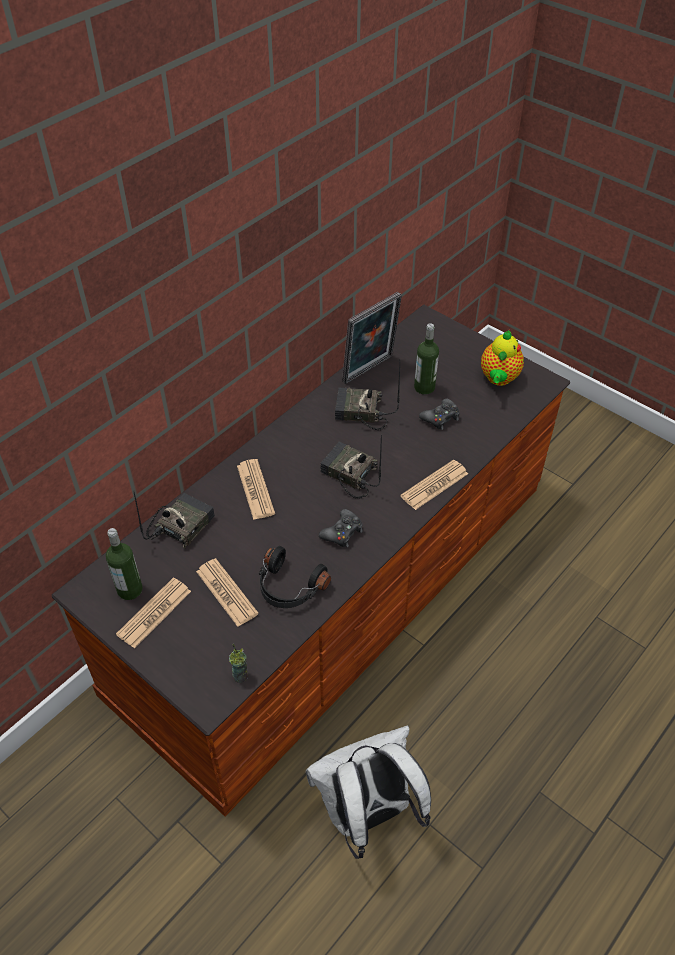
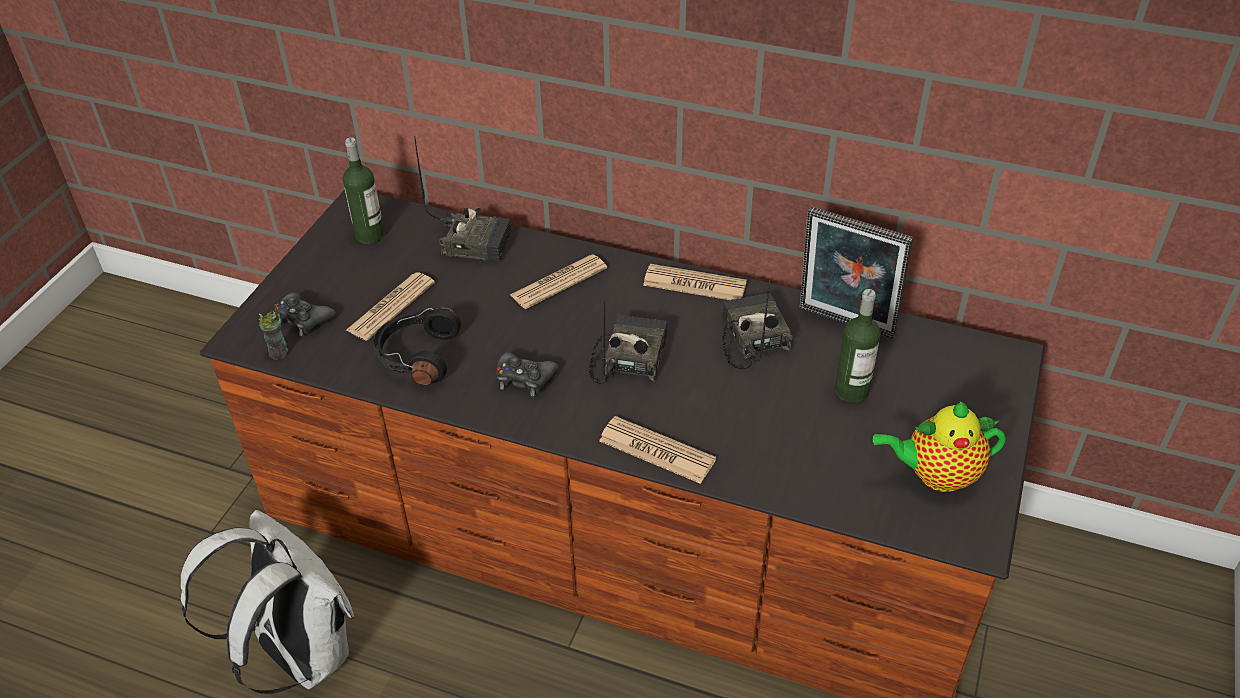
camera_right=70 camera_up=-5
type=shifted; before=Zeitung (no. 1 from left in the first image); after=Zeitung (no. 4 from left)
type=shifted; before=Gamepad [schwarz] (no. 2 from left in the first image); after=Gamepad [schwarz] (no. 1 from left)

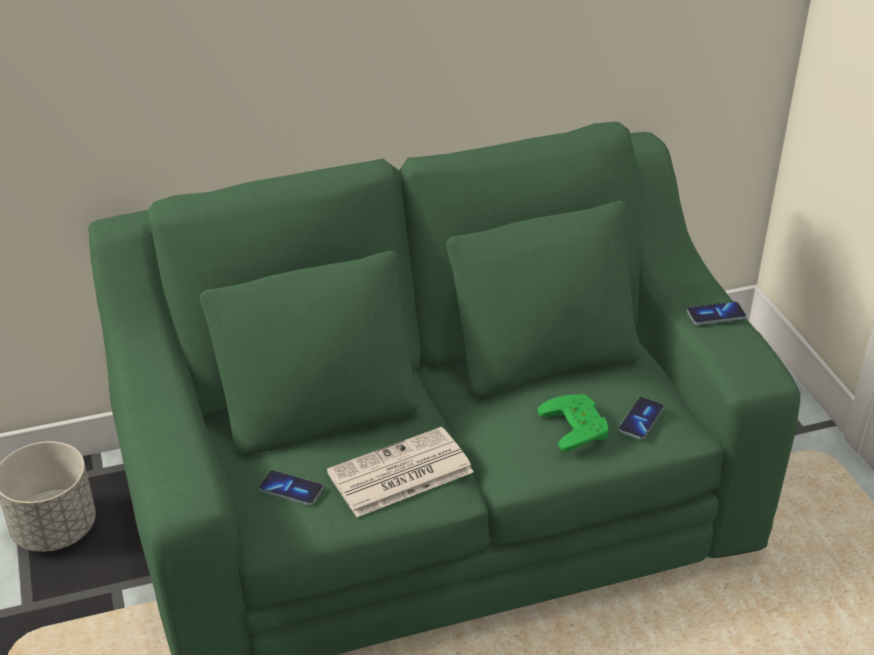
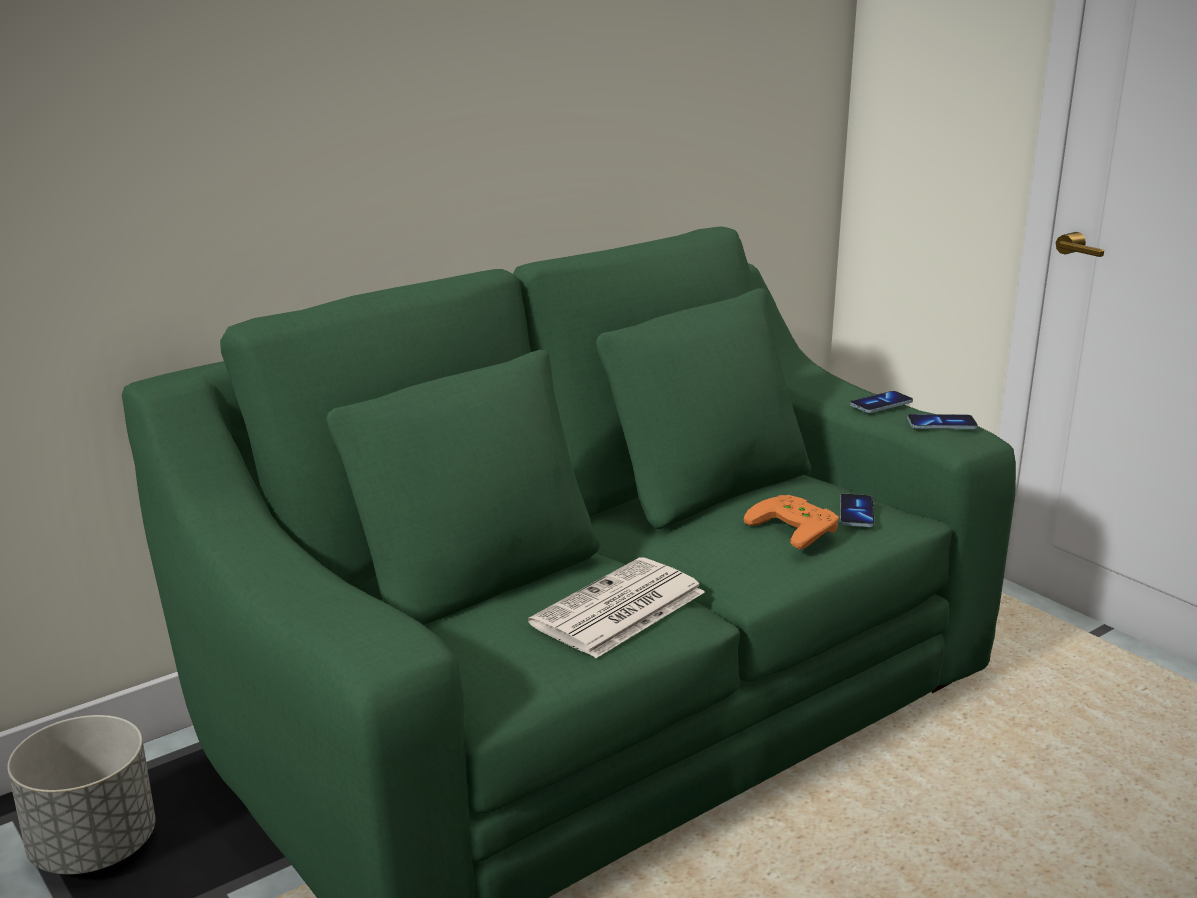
camera_right=-20 camera_up=-15
type=shifted; before=Handy (no. 1 from left in the first image); after=Handy (no. 3 from left)
type=repainted; before=Gamepad [grün]; after=Gamepad [orange]

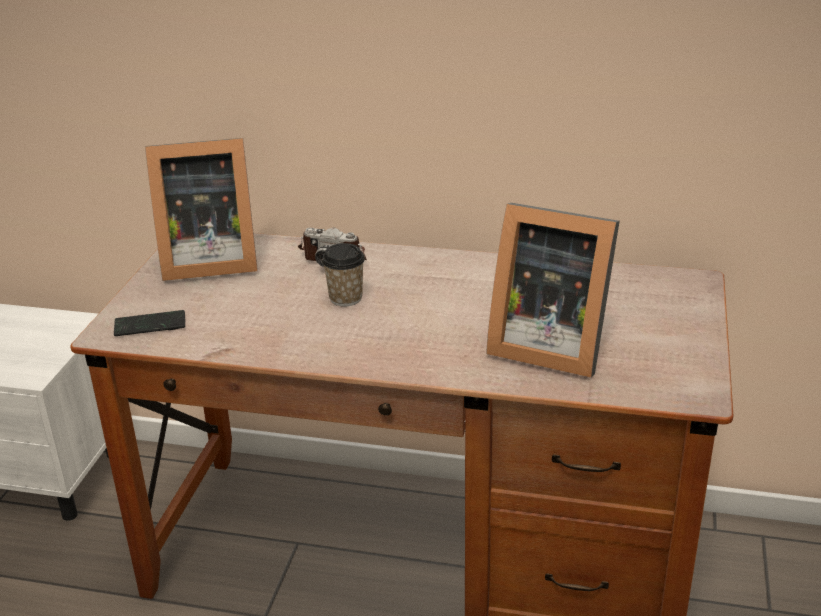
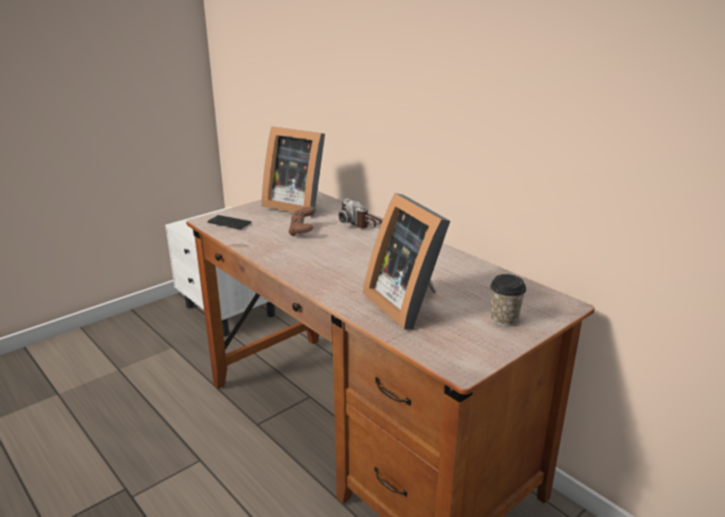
camera_right=35 camera_up=-5
type=shifted; before=Tasse
type=new; after=Gamepad [braun]

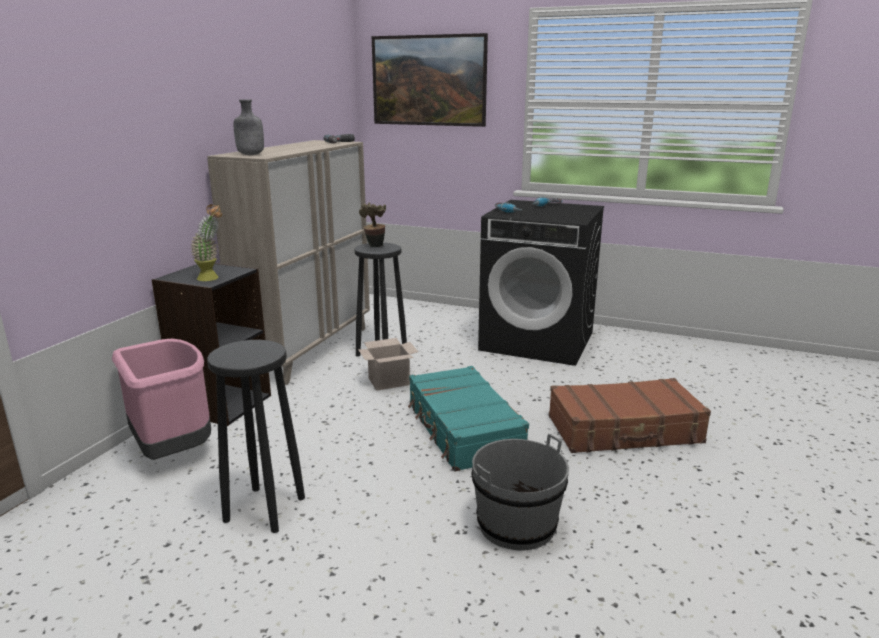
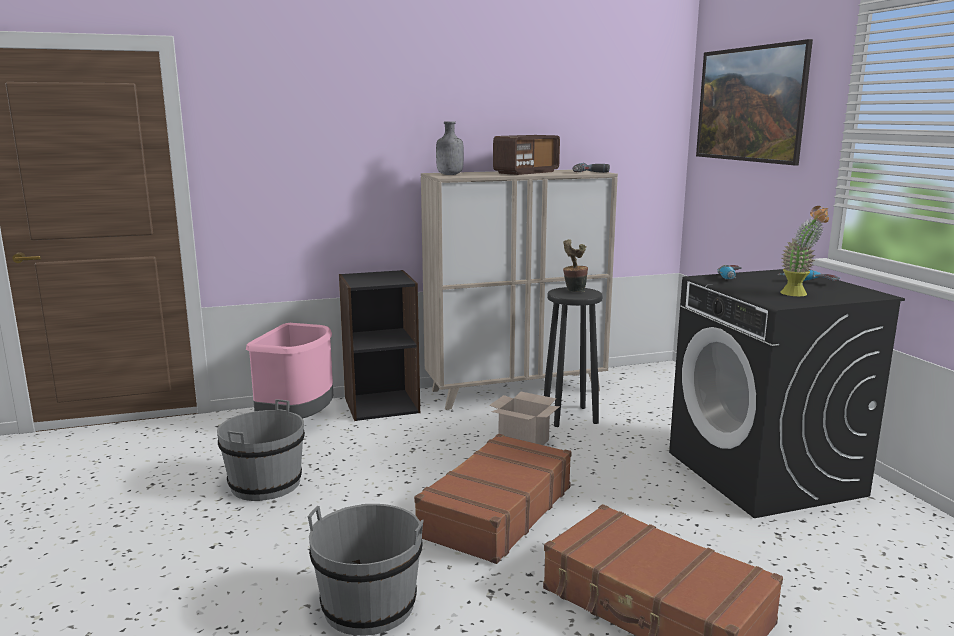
camera_right=50 camera_up=-5
type=shifted; before=Topfpflanze (no. 1 from left in the first image); after=Topfpflanze (no. 2 from left)
type=swapped; before=Hocker [schwarz] (no. 1 from left); after=Eimer [grau] (no. 1 from left)
type=repainted; before=Koffer [türkis]; after=Koffer [braun] (no. 1 from left)
type=new; after=Radio

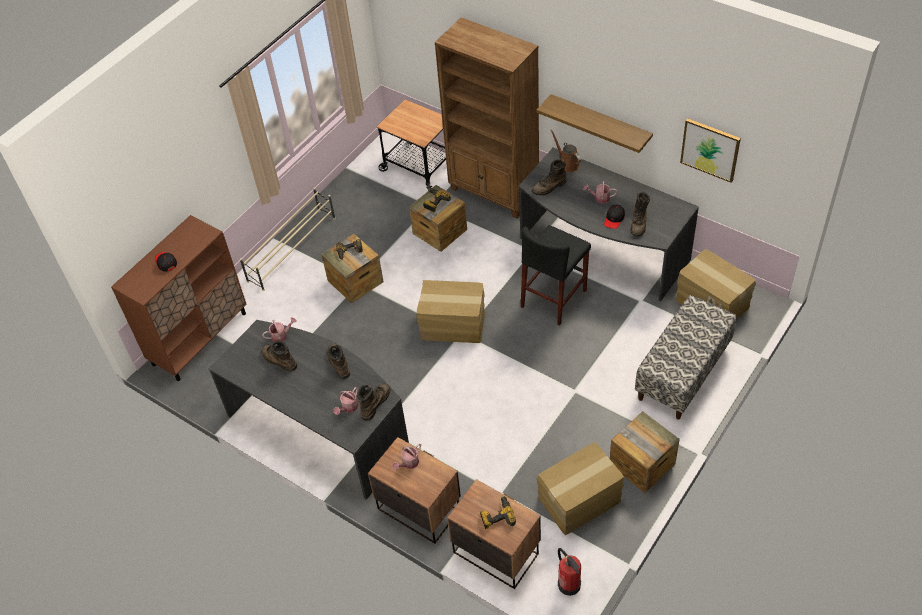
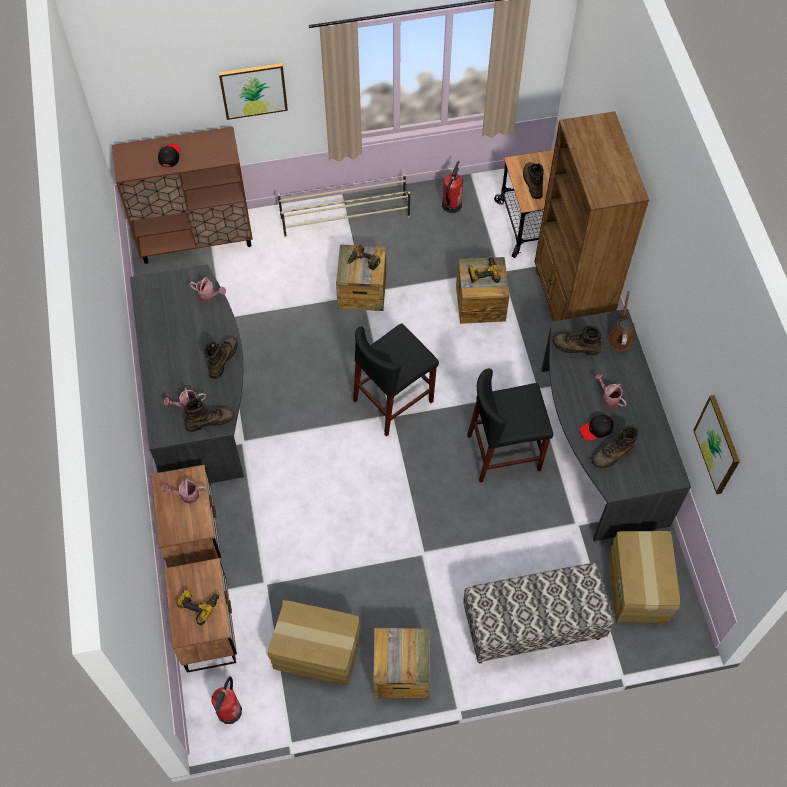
camera_right=40 camera_up=10
type=shifted; before=Stiefel [braun] (no. 1 from left in the first image); after=Stiefel [braun] (no. 3 from left)
type=swapped; before=Karton (no. 1 from left); after=Hocker [schwarz] (no. 1 from left)
type=gone; before=Wandregal
type=new; after=Bild (no. 1 from left)
type=new; after=Feuerlöscher (no. 2 from left)

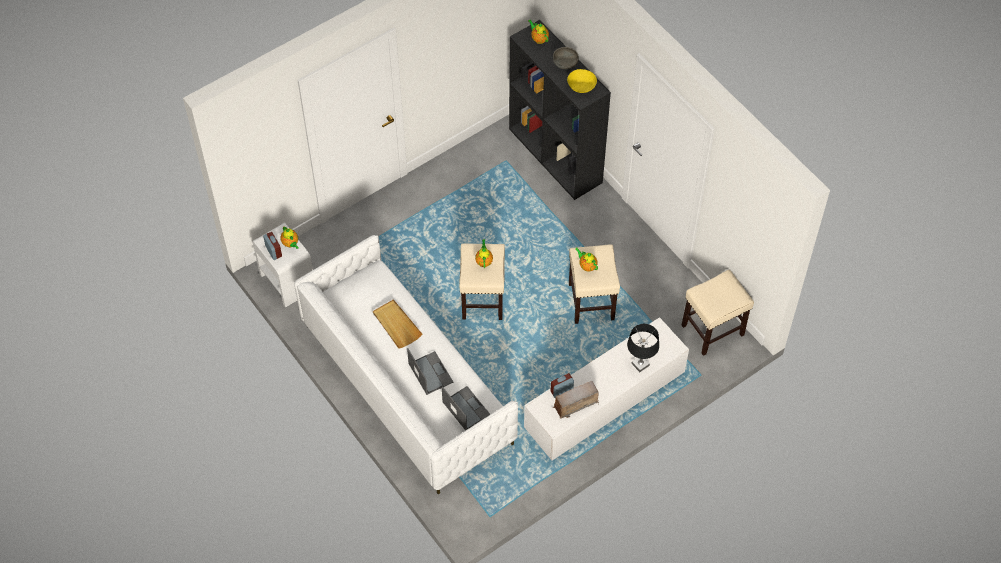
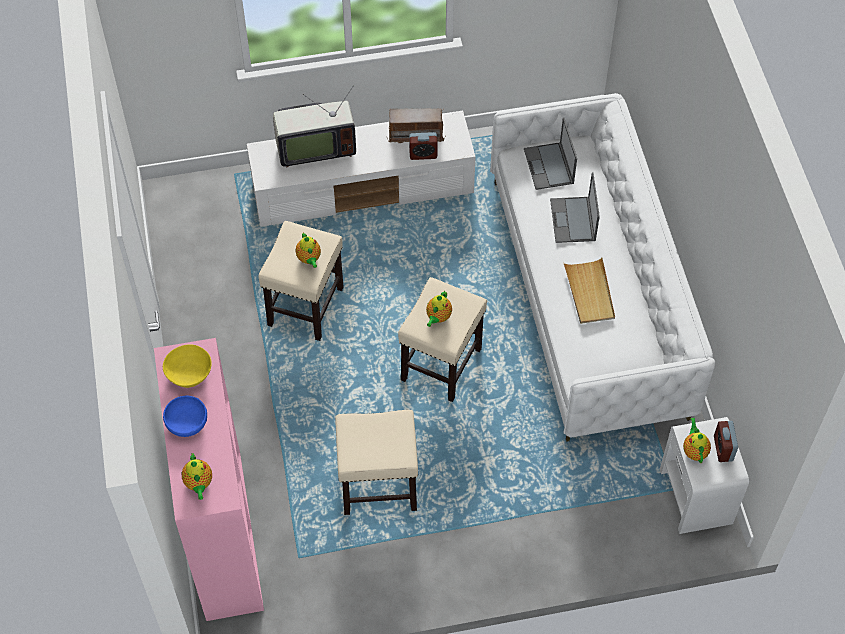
camera_right=-155 camera_up=0
type=repainted; before=Bücherregal [schwarz]; after=Bücherregal [rosa]
type=repainted; before=Schüssel [grau]; after=Schüssel [blau]
type=swapped; before=Tischlampe [schwarz]; after=Fernseher
type=shifted; before=Hocker [beige] (no. 3 from left in the first image); after=Hocker [beige] (no. 2 from left)

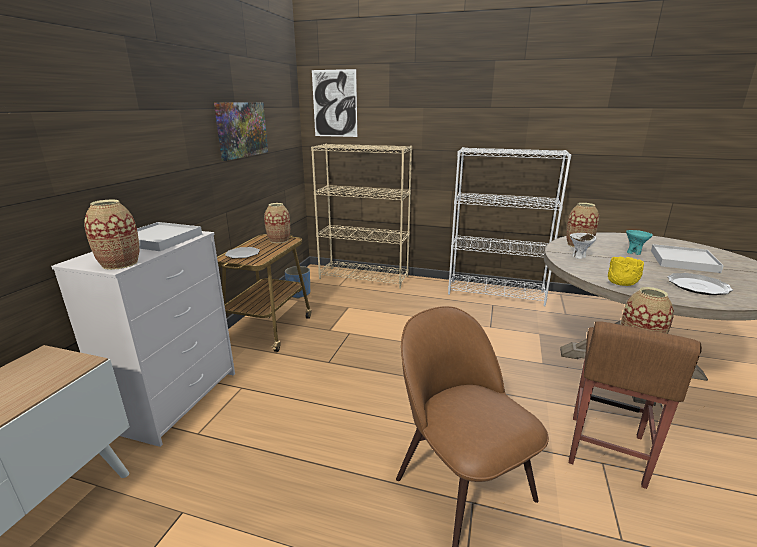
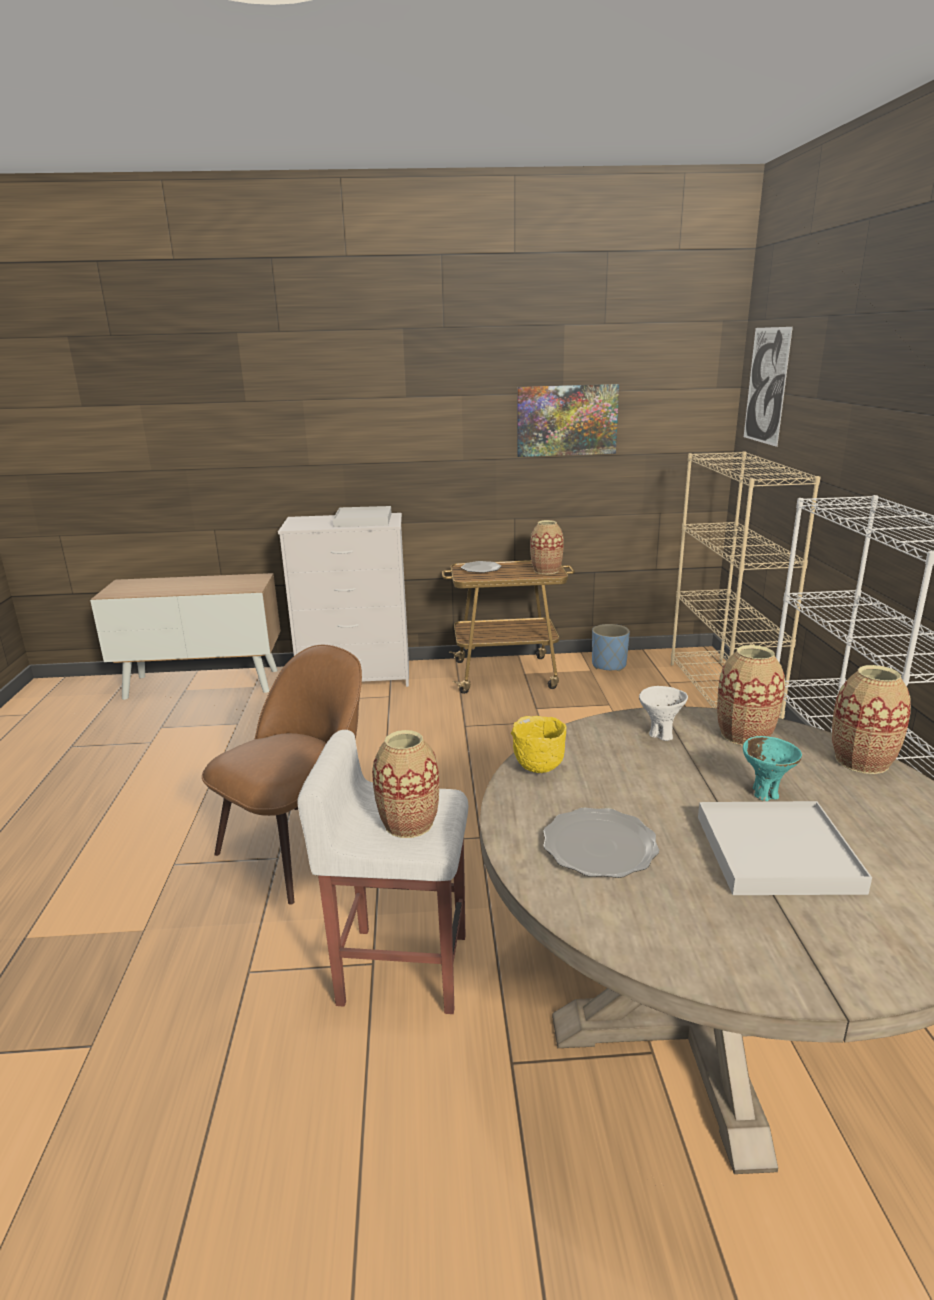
camera_right=70 camera_up=0
type=shifted; before=Vase (no. 1 from left in the first image); after=Vase (no. 4 from left)
type=repainted; before=Hocker [braun]; after=Hocker [weiß]

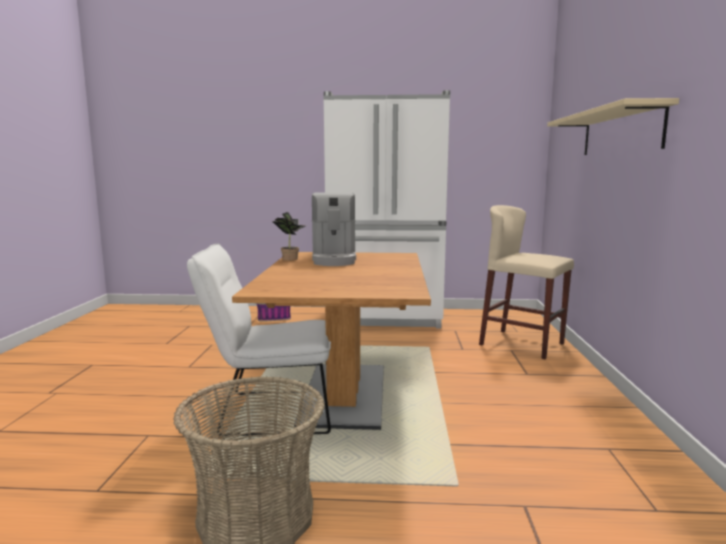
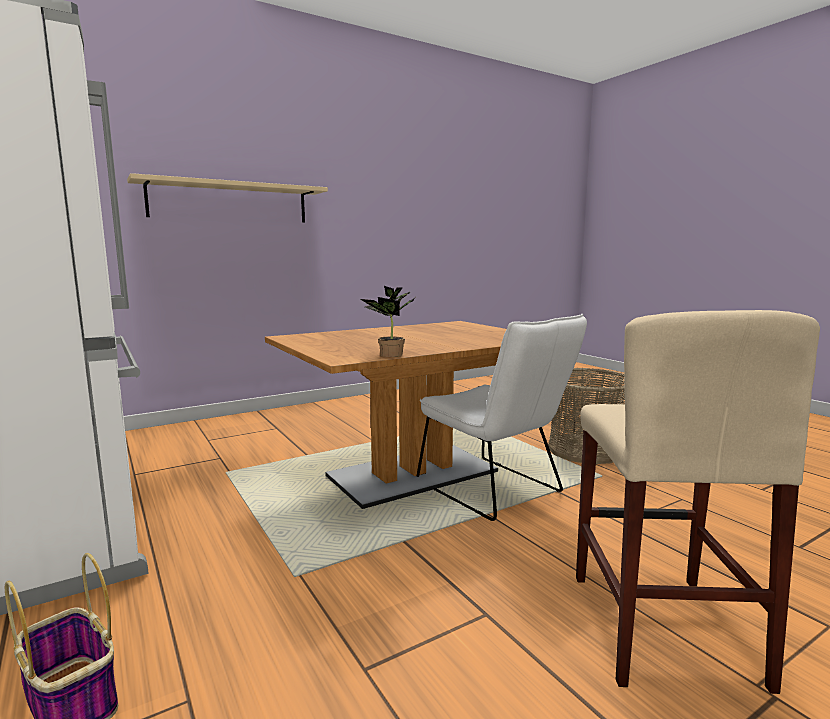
camera_right=-125 camera_up=0
type=gone; before=Kaffeemaschine
type=shifted; before=Hocker [beige]

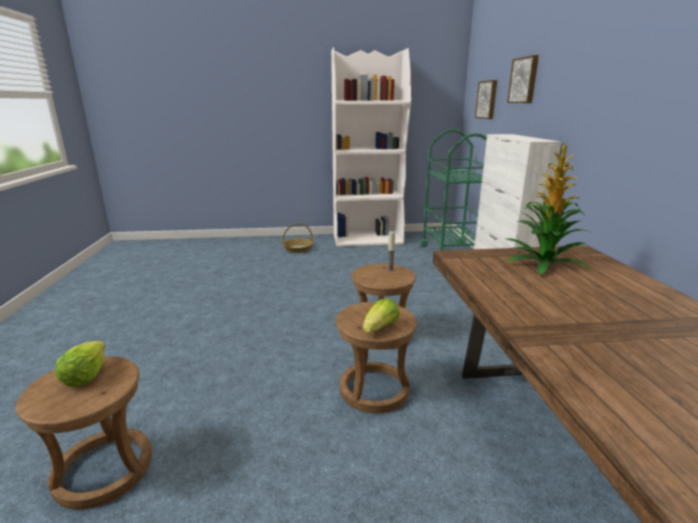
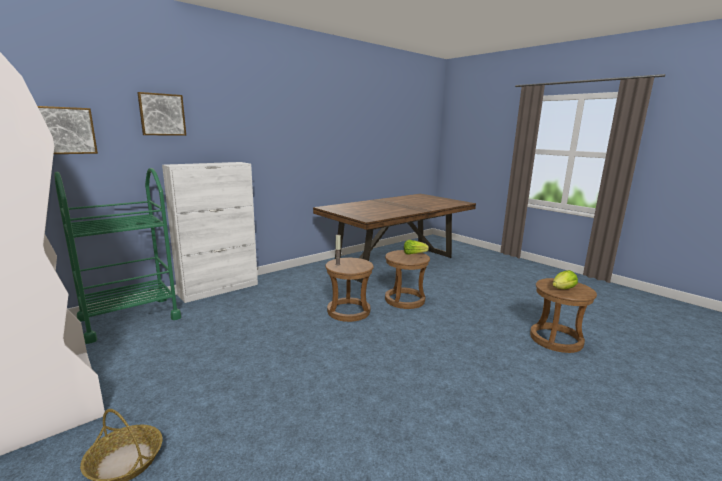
camera_right=-125 camera_up=-5
type=gone; before=Topfpflanze

